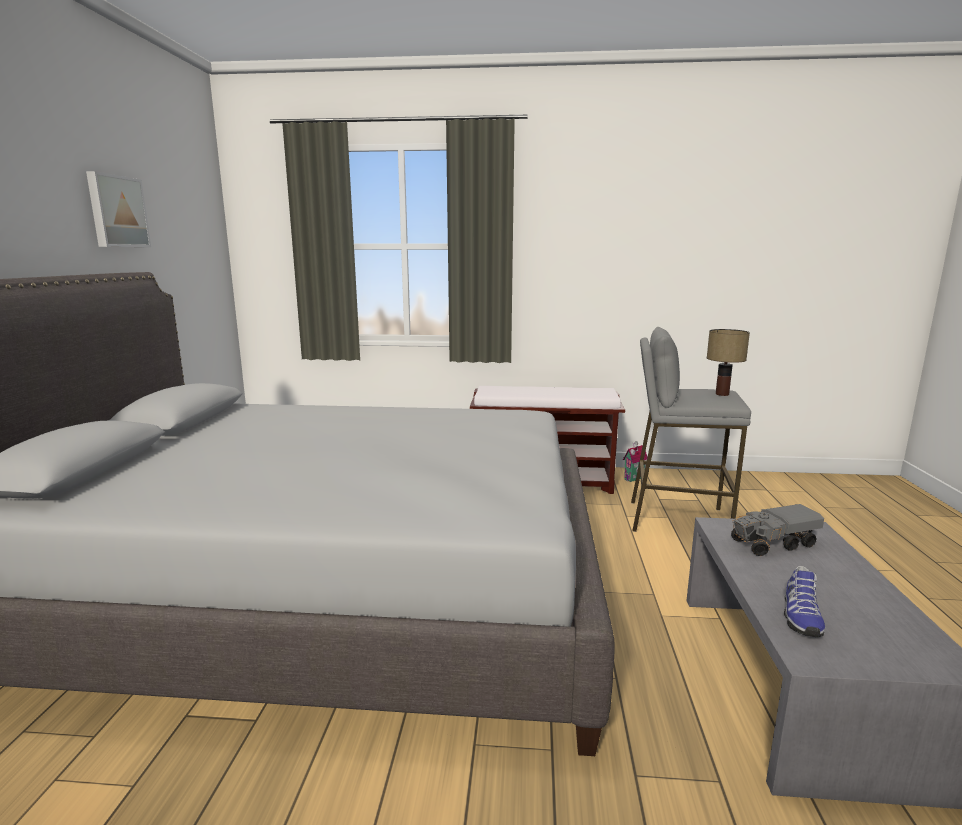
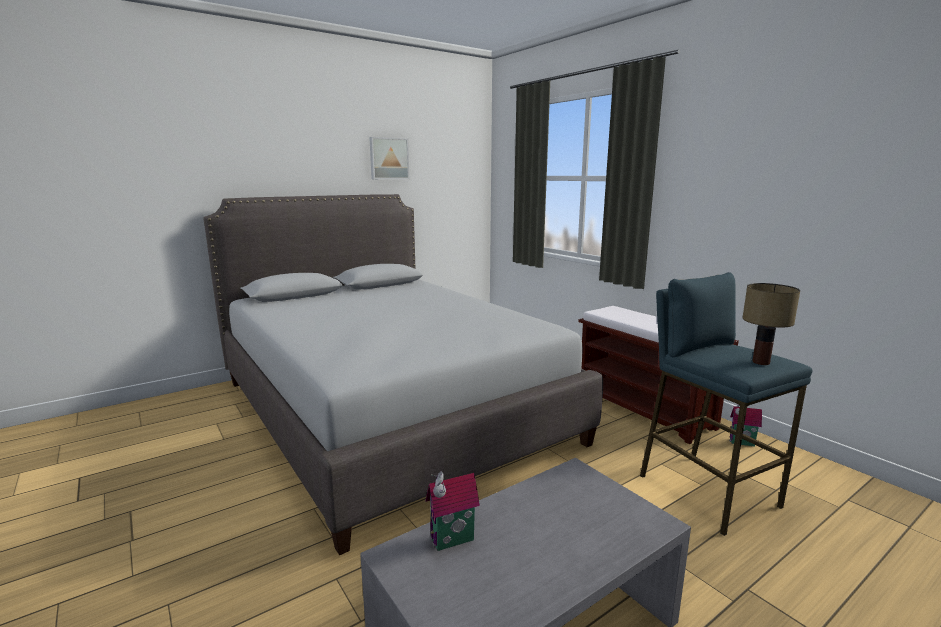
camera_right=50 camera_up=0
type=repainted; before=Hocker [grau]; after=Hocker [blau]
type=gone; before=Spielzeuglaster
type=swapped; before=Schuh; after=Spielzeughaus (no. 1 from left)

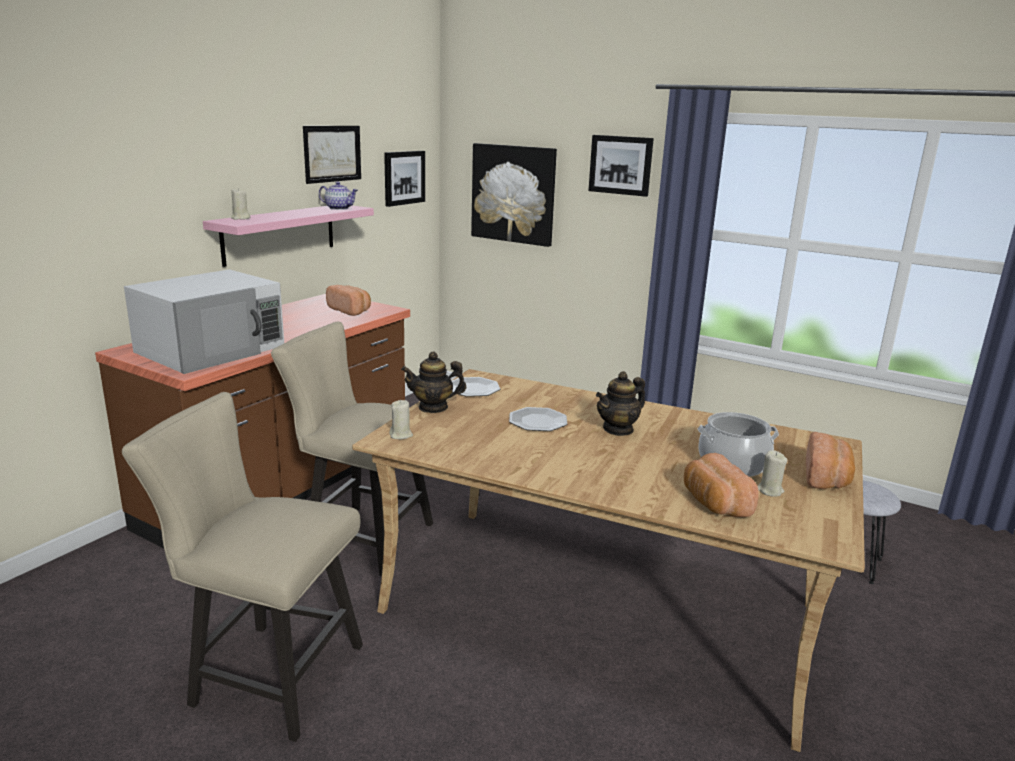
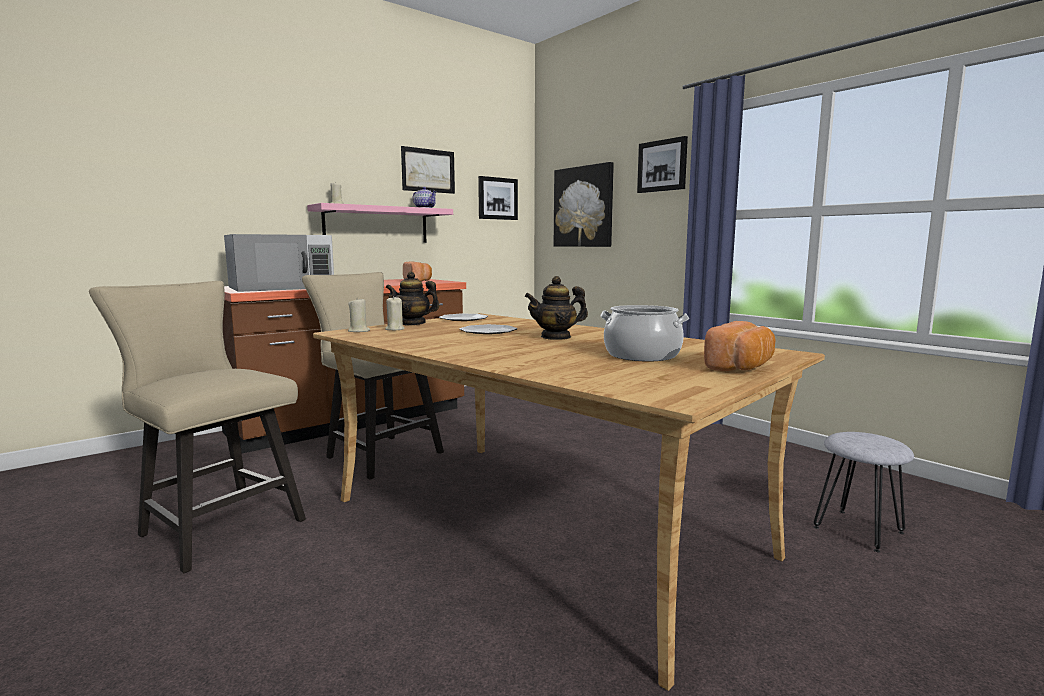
camera_right=20 camera_up=-10
type=gone; before=Brot (no. 2 from left)
type=shifted; before=Kerze [beige] (no. 3 from left)

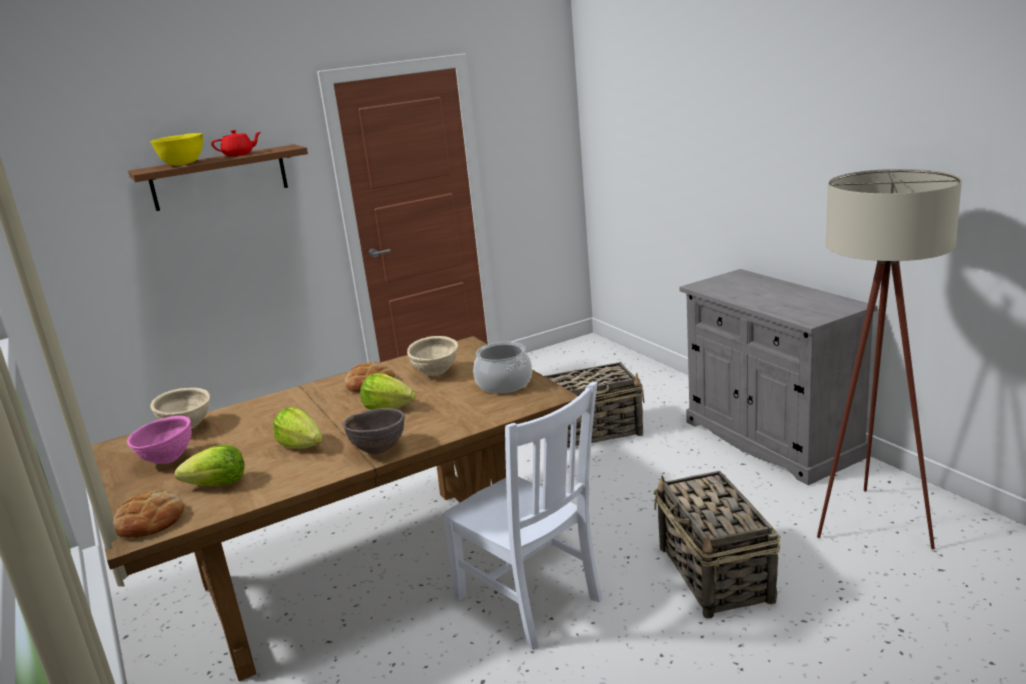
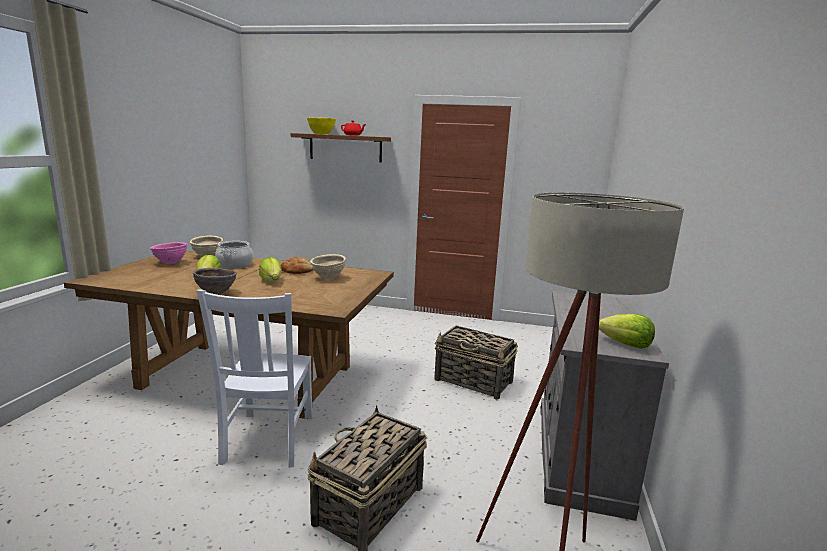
camera_right=40 camera_up=-5
type=gone; before=Brot (no. 1 from left)
type=shifted; before=Salatkopf (no. 1 from left in the first image); after=Salatkopf (no. 3 from left)
type=shifted; before=Kochtopf

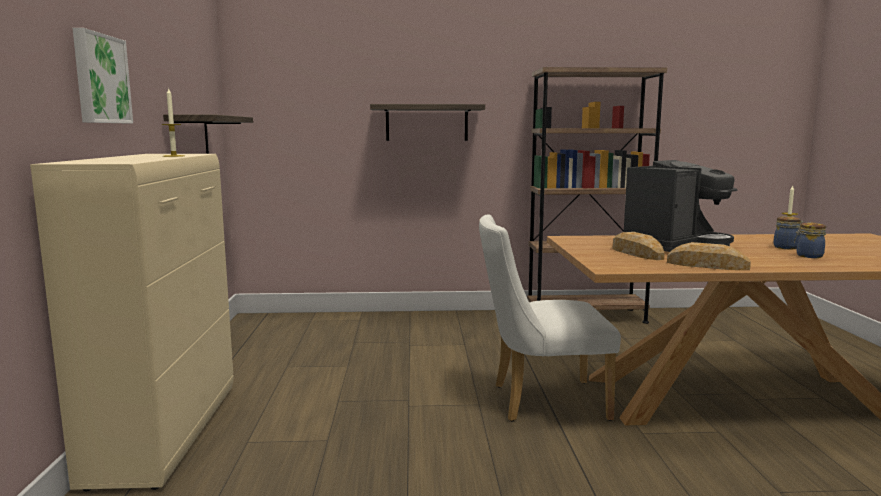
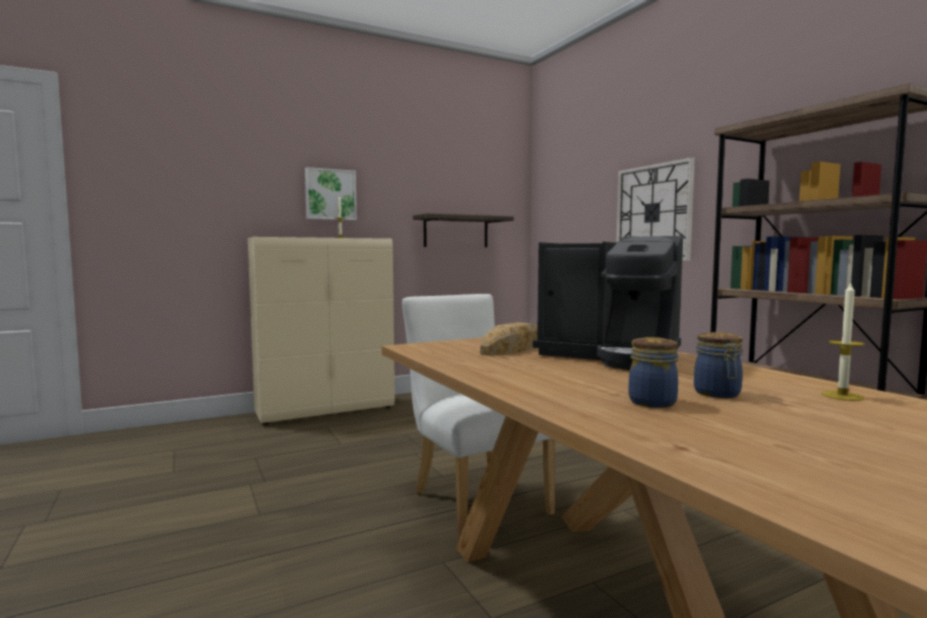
camera_right=65 camera_up=-5
type=swapped; before=Wandregal (no. 2 from left); after=Wanduhr
type=gone; before=Brot (no. 2 from left)

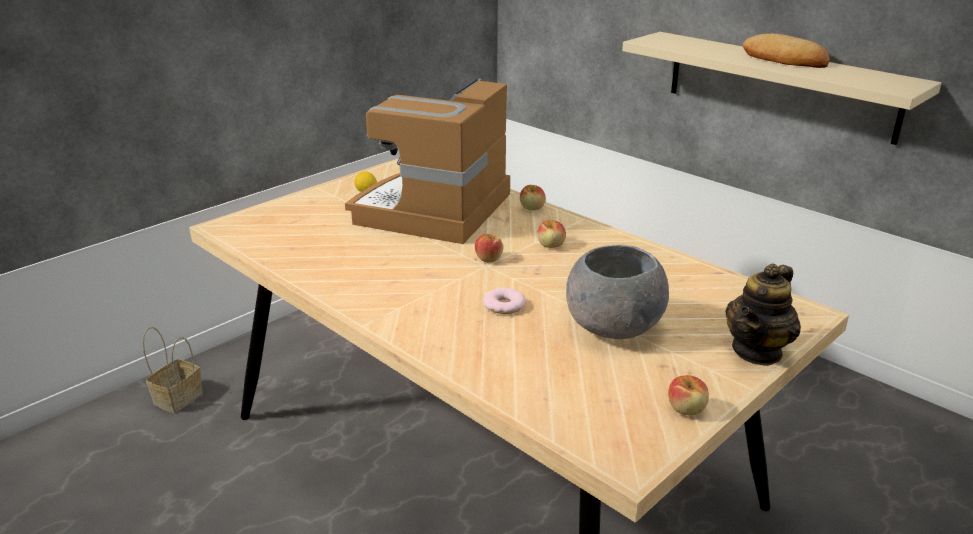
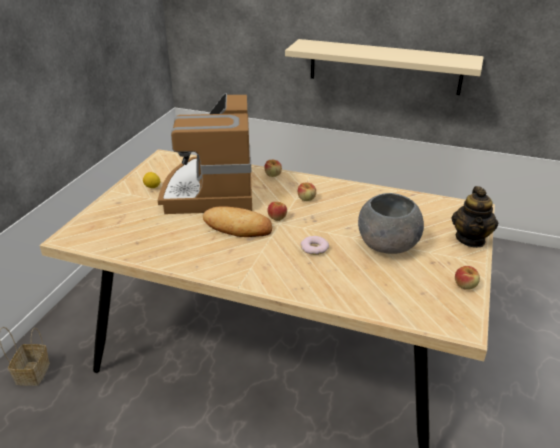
camera_right=-25 camera_up=5
type=shifted; before=Brot

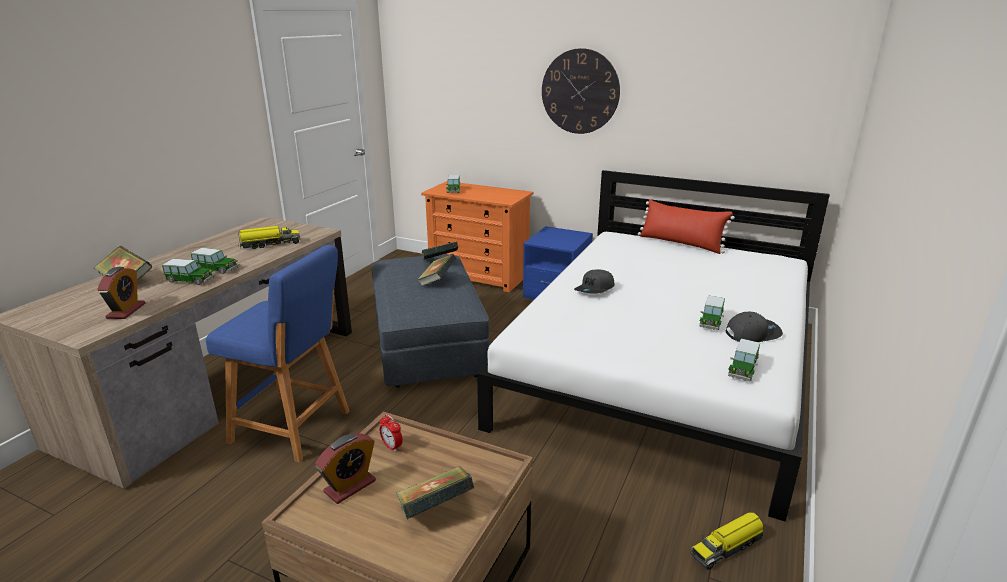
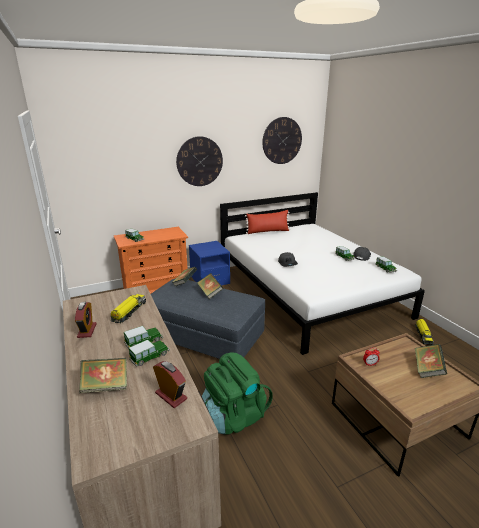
camera_right=-50 camera_up=0
type=swapped; before=Hocker [blau]; after=Rucksack [grün]
type=shifted; before=Wecker (no. 2 from left in the first image); after=Wecker (no. 1 from left)
type=new; after=Wanduhr (no. 2 from left)

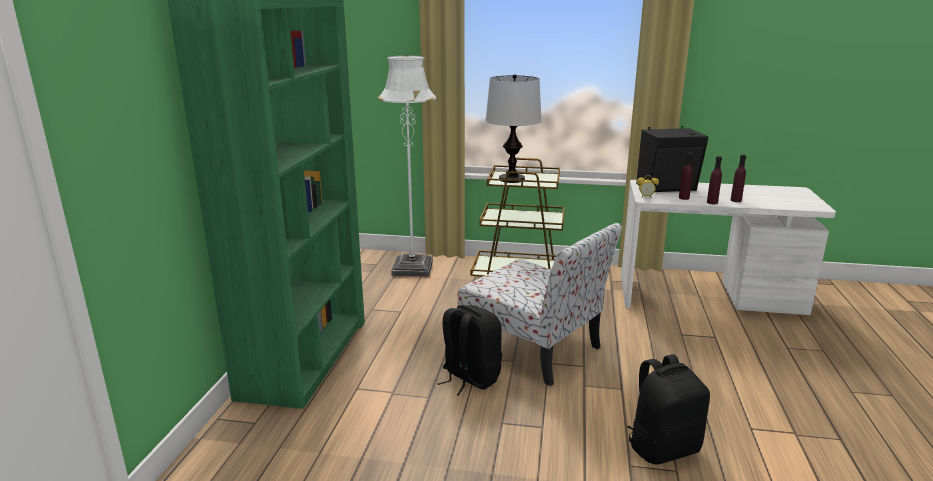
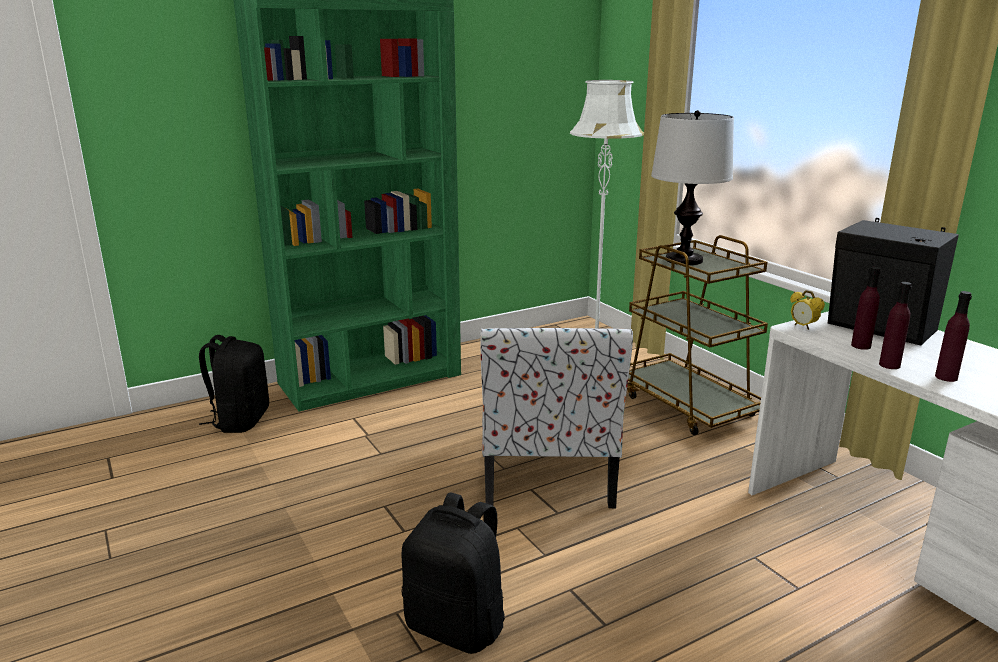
camera_right=50 camera_up=0
type=shifted; before=Rucksack [schwarz] (no. 1 from left)

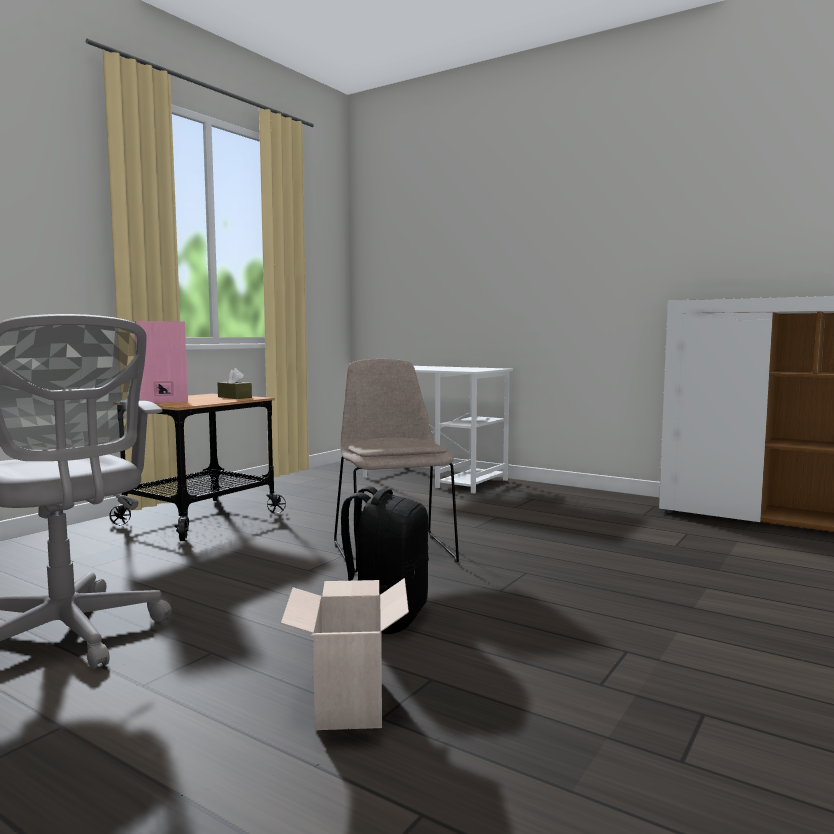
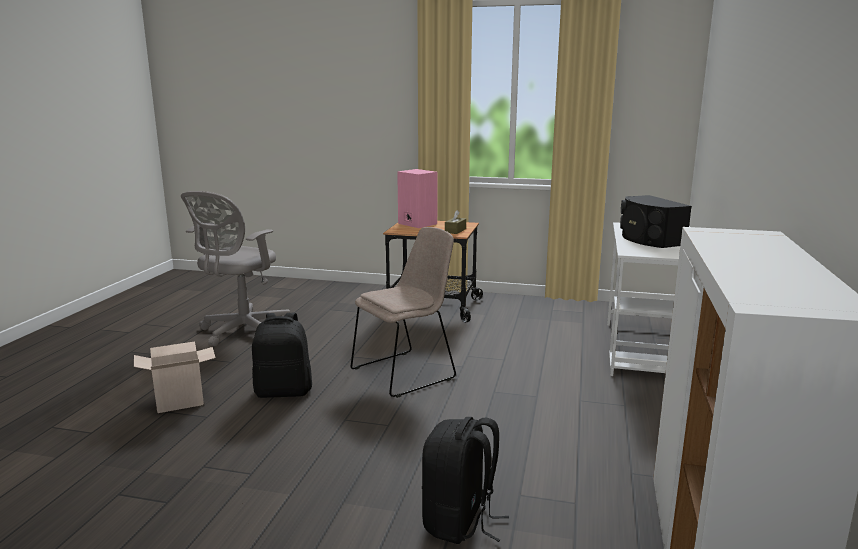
camera_right=70 camera_up=10
type=new; after=Rucksack [schwarz] (no. 2 from left)
type=new; after=Lautsprecher [schwarz]

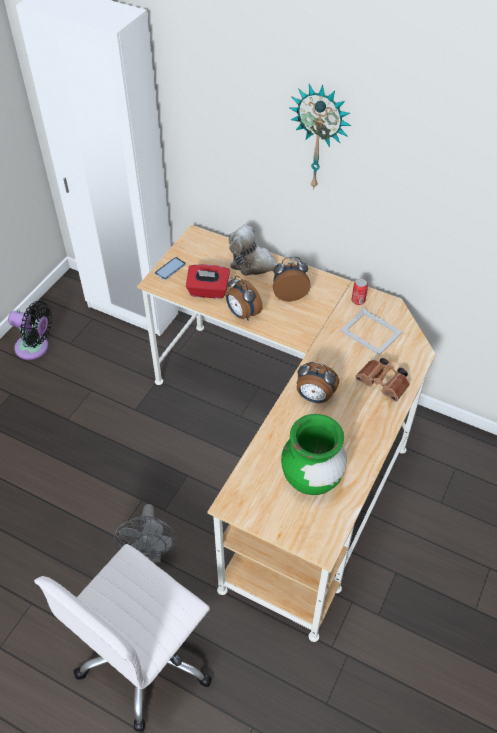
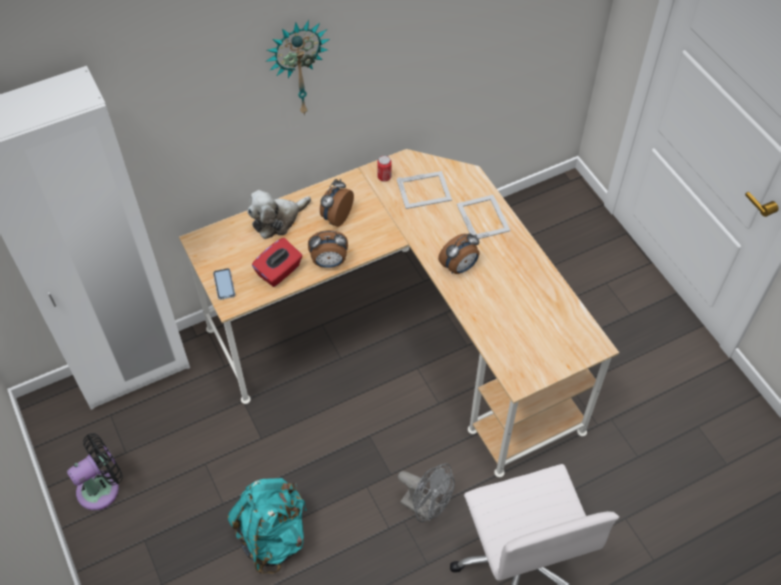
camera_right=-55 camera_up=5
type=gone; before=Vase [grün]
type=swapped; before=Fernglas [braun]; after=Bilderrahmen (no. 2 from left)
type=new; after=Rucksack [türkis]

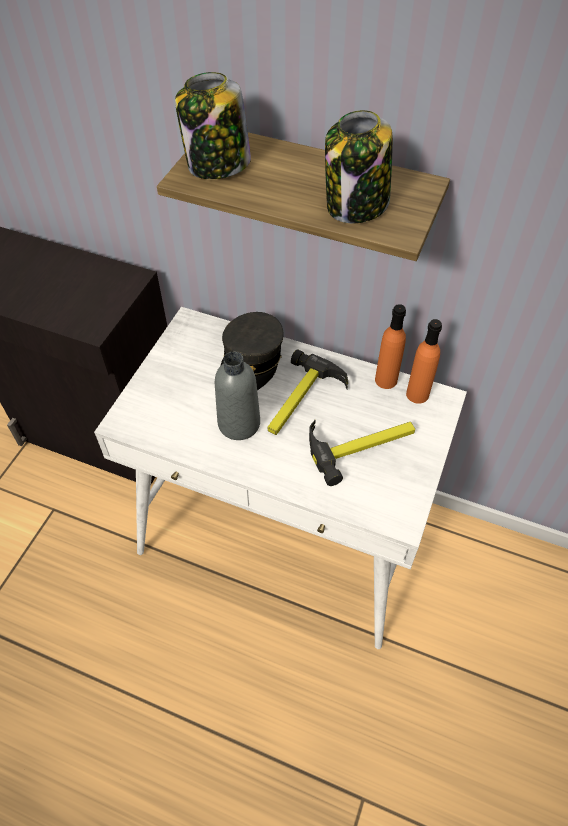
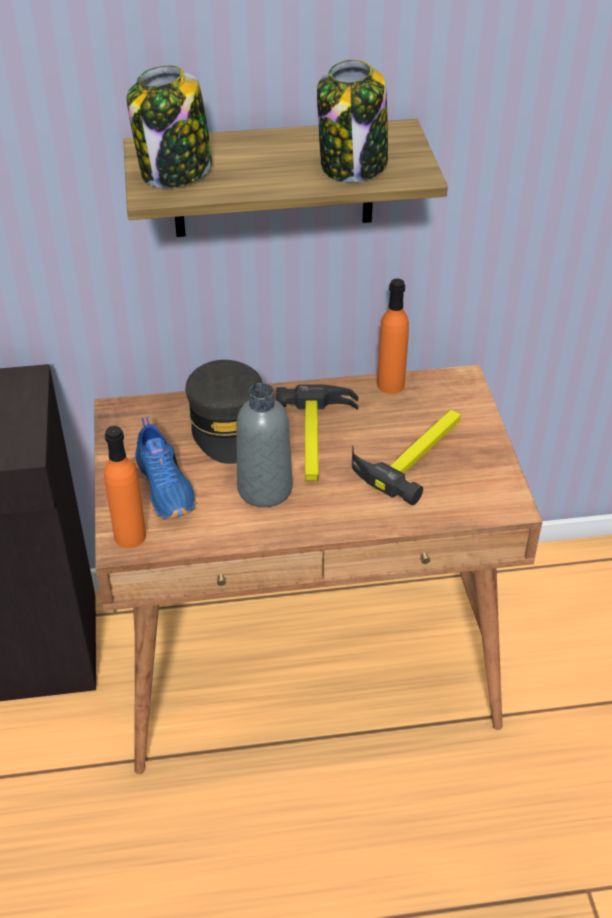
camera_right=-30 camera_up=-10
type=repainted; before=Schreibtisch [weiß]; after=Schreibtisch [braun]
type=shifted; before=Flasche [orange] (no. 2 from left in the first image); after=Flasche [orange] (no. 1 from left)
type=new; after=Schuh [blau]

